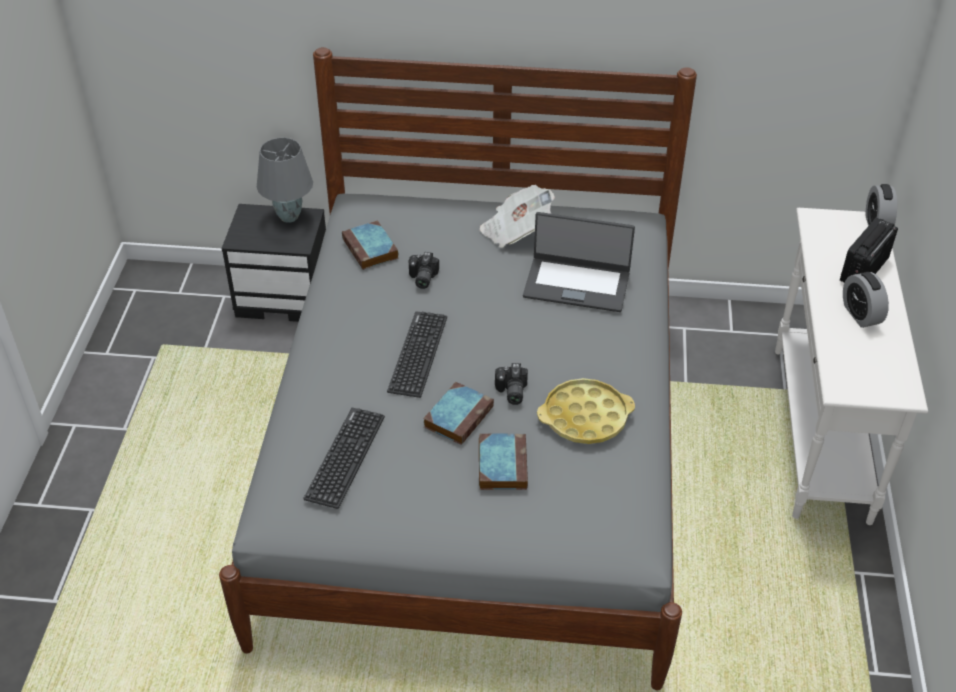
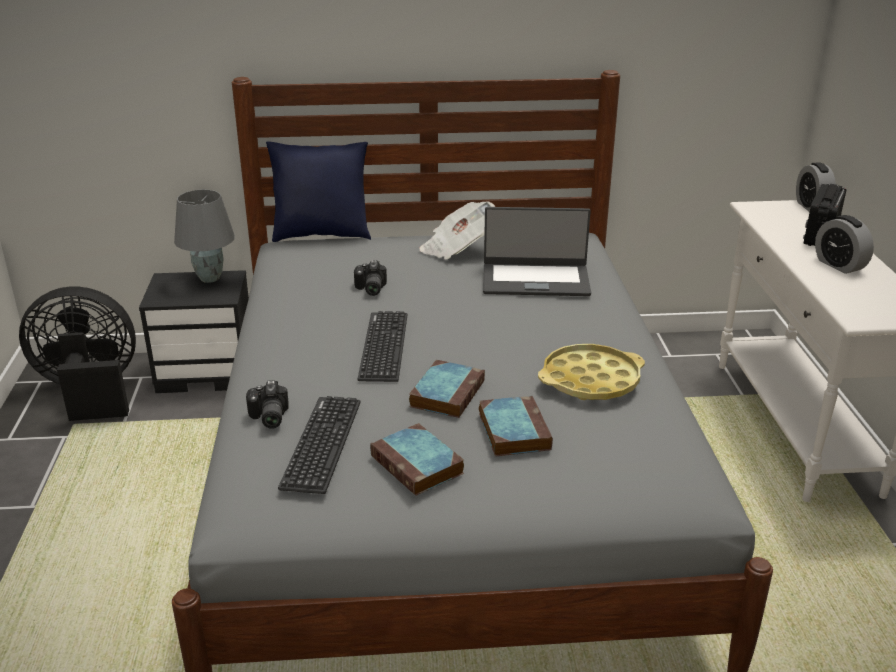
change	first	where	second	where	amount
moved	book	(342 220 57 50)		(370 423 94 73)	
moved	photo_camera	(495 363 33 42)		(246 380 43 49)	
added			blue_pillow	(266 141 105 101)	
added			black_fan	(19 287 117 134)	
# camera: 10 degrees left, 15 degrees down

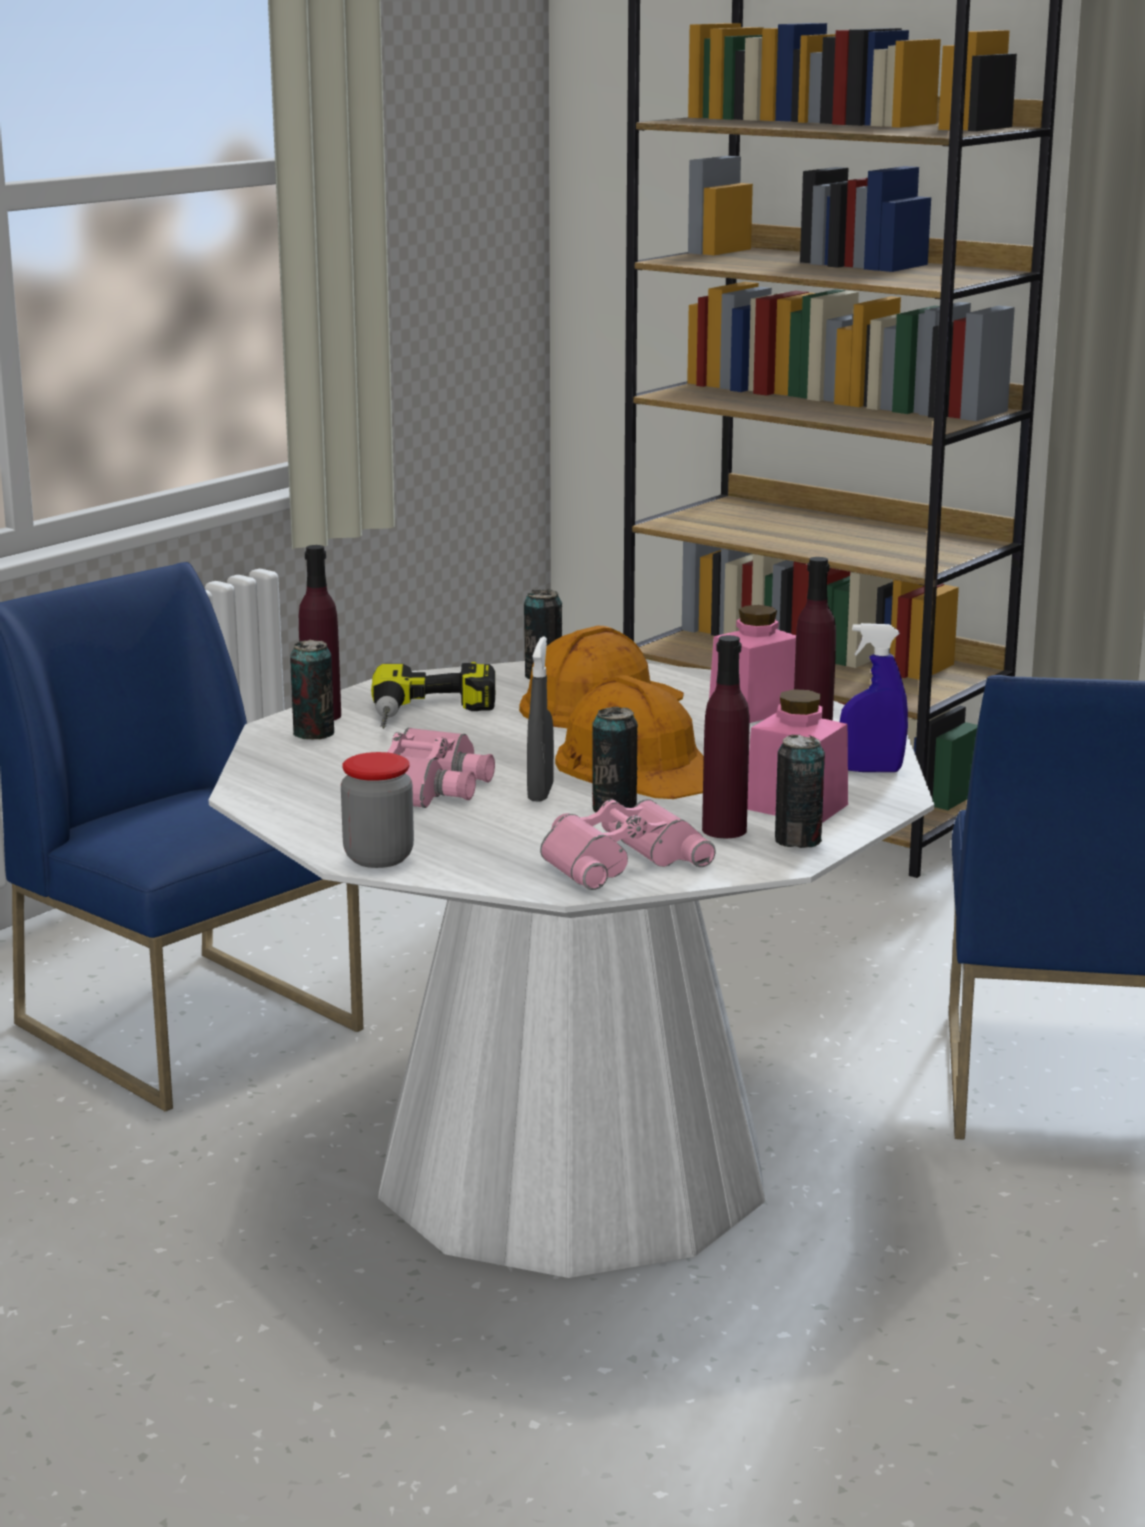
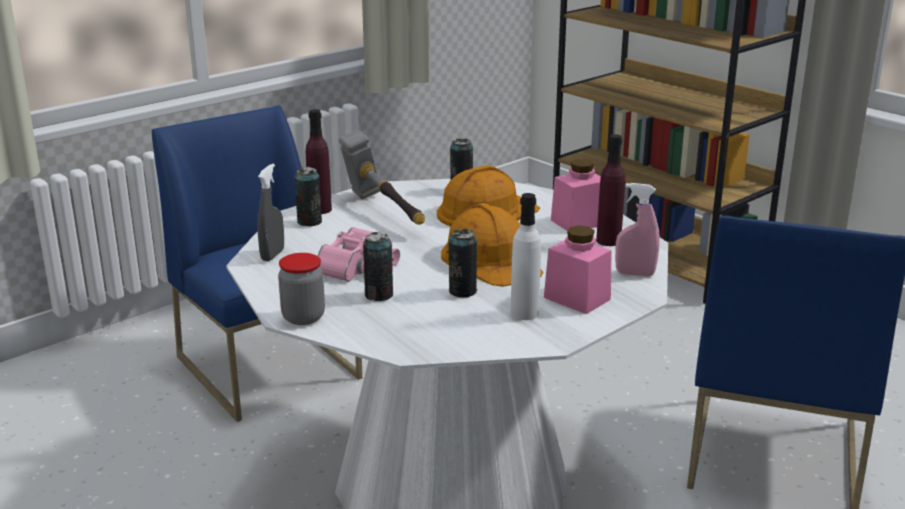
change	first	where	second	where	amount
recoloured	blue_spray_bottle	(840 623 68 149)	pink_spray_bottle	(615 183 45 93)	
recoloured	purple_bottle	(702 635 47 203)	white_bottle	(511 193 30 127)	
moved	grey_spray_bottle	(527 636 27 165)		(257 164 27 97)	
replaced	power_drill	(371 662 124 67)	hammer	(339 130 86 95)	
moved	can	(775 734 50 114)		(363 232 30 69)	
removed	pink_binoculars	(540 799 176 91)			
# camera: 10 degrees right, 5 degrees up

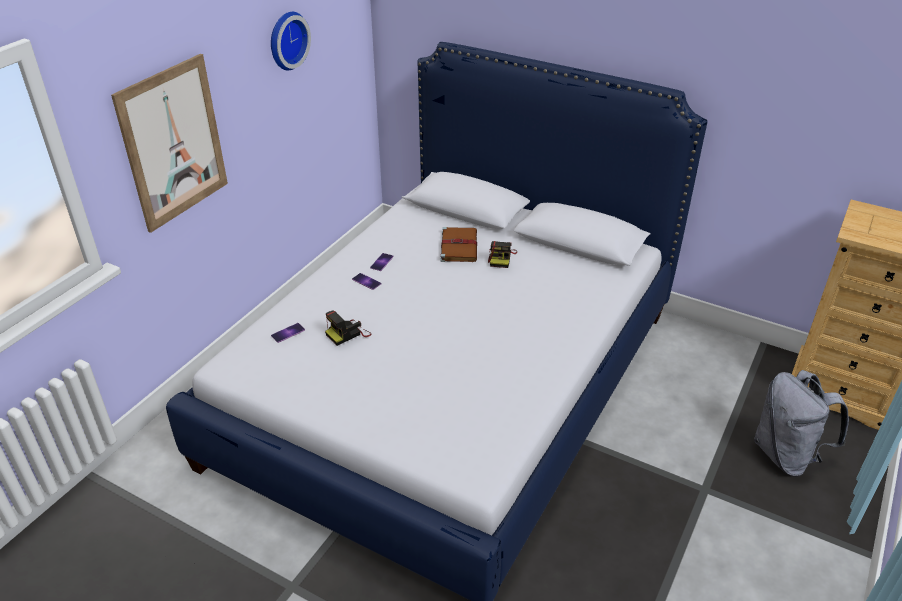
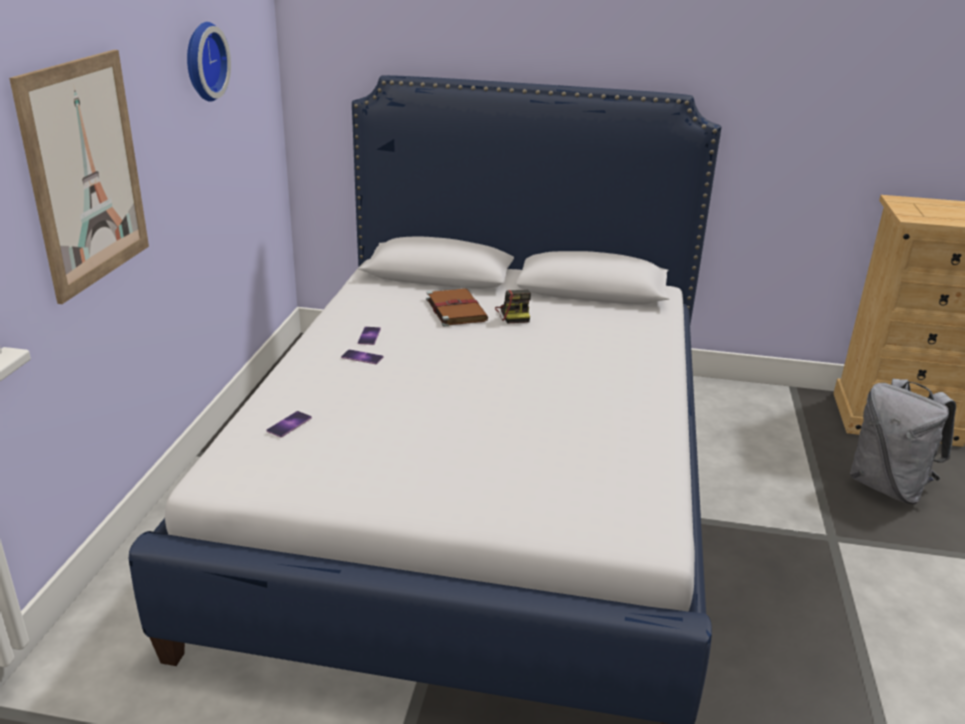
change	first	where	second	where	amount
removed	photo_camera	(325 310 47 36)			
# camera: 20 degrees left, 10 degrees down

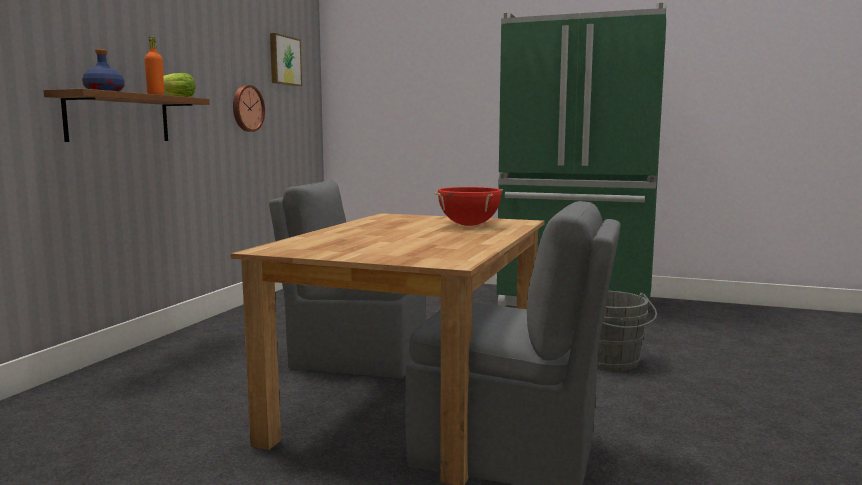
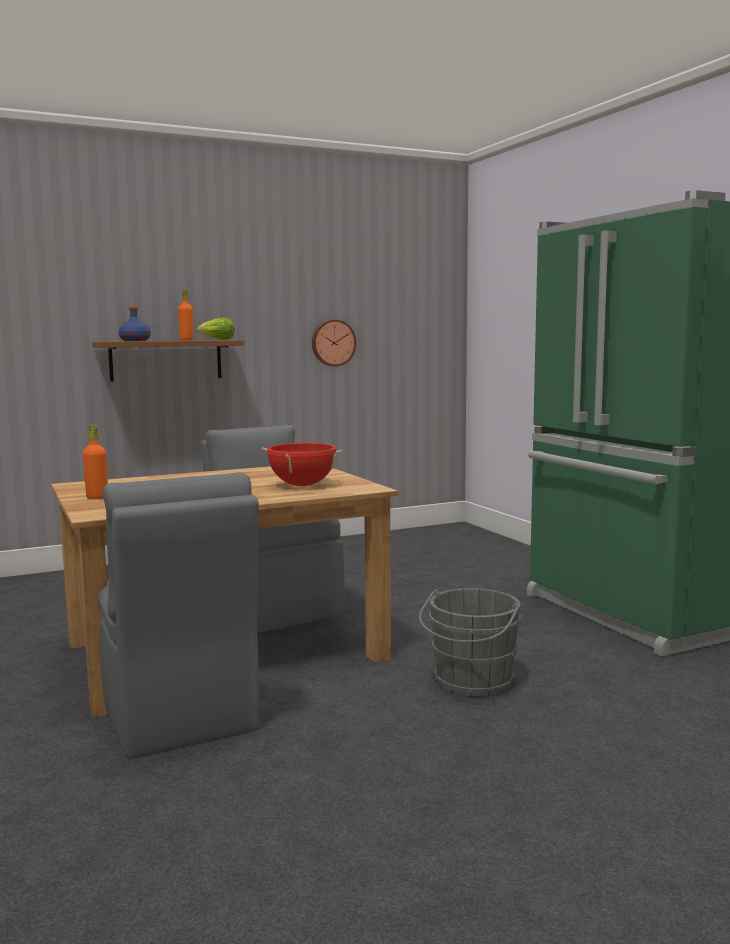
change	first	where	second	where	amount
removed	picture	(270 33 32 53)			
added			orange_bottle	(83 425 25 74)	
# camera: 45 degrees right, 0 degrees up

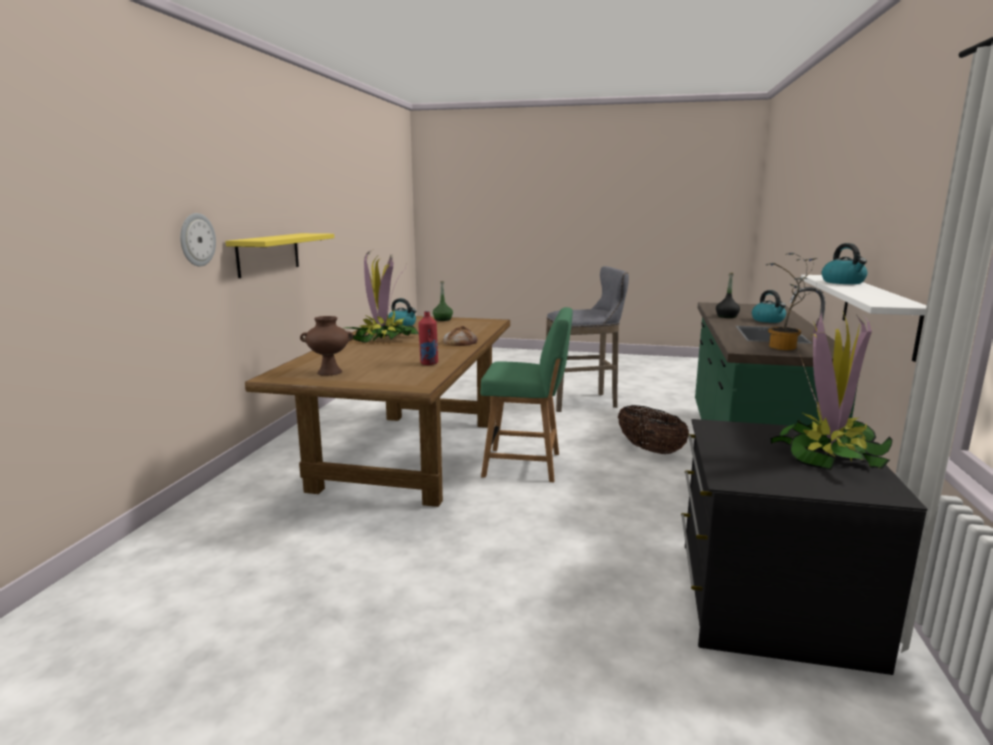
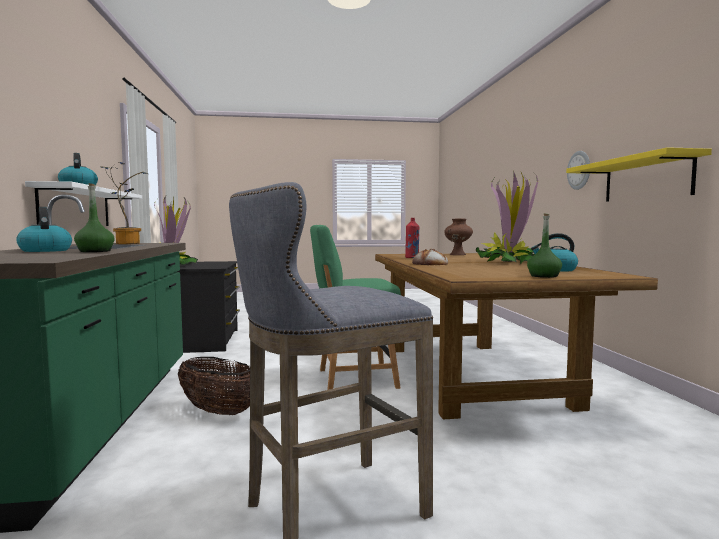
change	first	where	second	where	amount
recoloured	black_bottle	(716 272 24 46)	green_bottle	(74 183 41 69)	
# camera: 160 degrees right, 10 degrees down

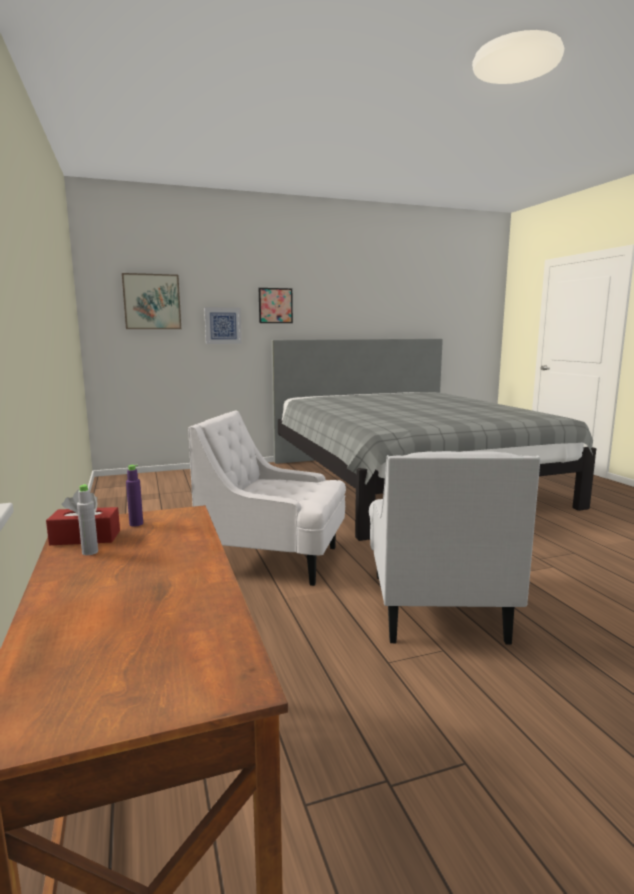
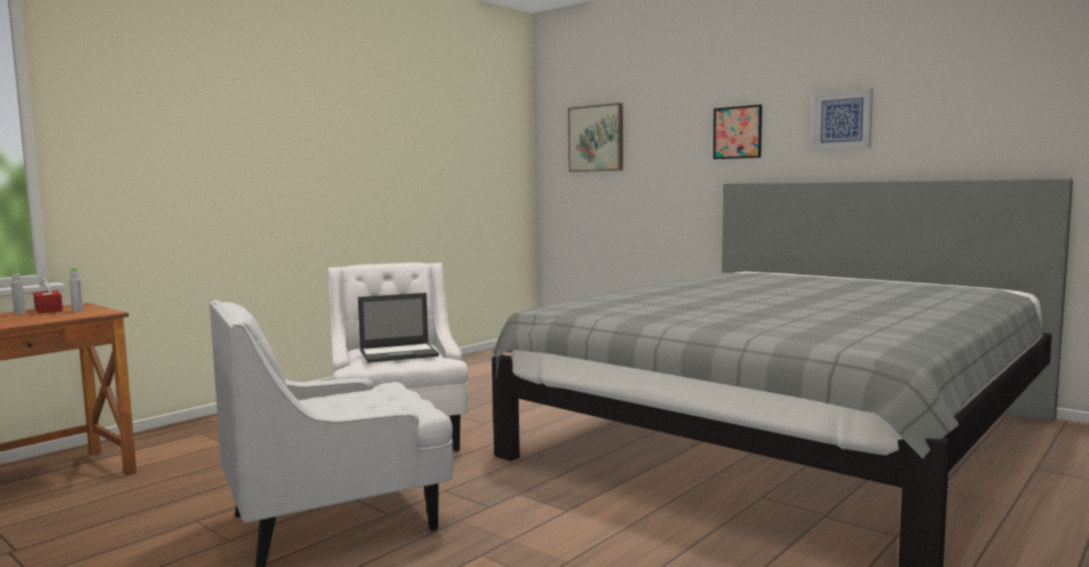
change	first	where	second	where	amount
moved	picture	(204 307 38 37)		(812 88 61 62)	
recoloured	purple_bottle	(126 465 17 61)	grey_bottle	(69 268 14 44)	
added			laptop	(358 293 81 70)	
# camera: 60 degrees right, 5 degrees down

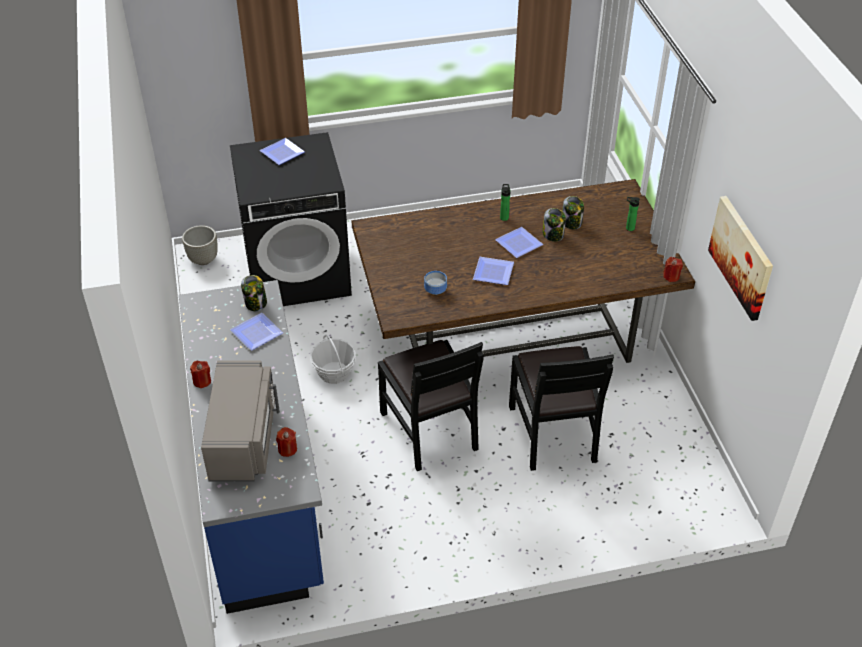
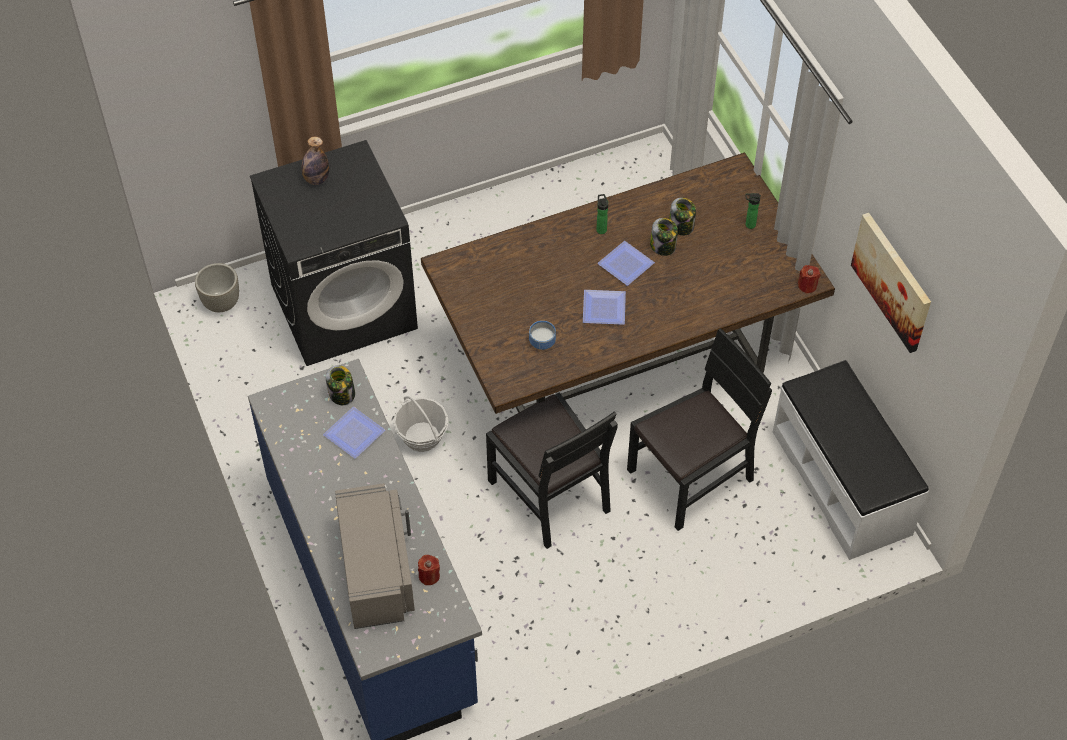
change	first	where	second	where	amount
replaced	plate	(260 138 45 27)	bottle	(301 137 28 48)	
turned	black_chair	(509 346 105 125)		(627 328 145 203)	105 degrees counterclockwise
removed	red_candle	(190 361 21 27)			
added			white_bench	(772 360 157 200)	
# camera: 10 degrees left, 10 degrees up

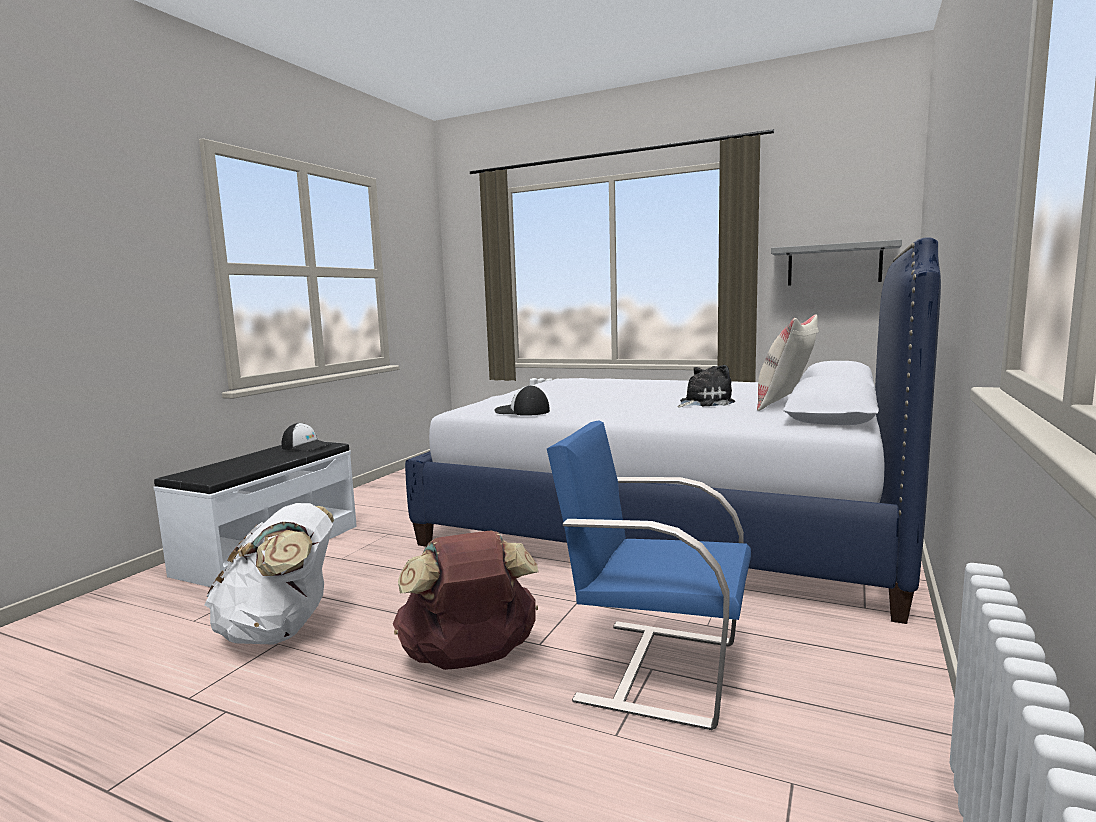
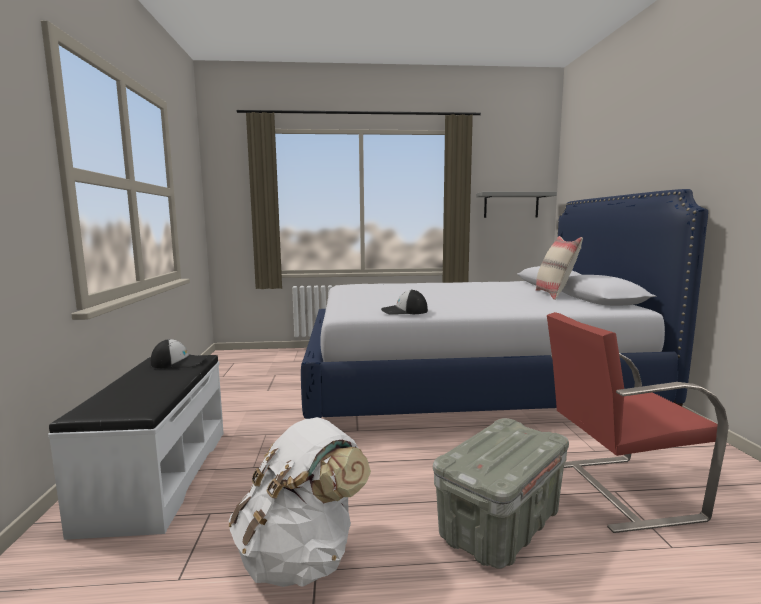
change	first	where	second	where	amount
removed	plush_toy	(677 365 58 42)			
recoloured	blue_chair	(547 420 204 310)	red_chair	(547 312 182 221)	
replaced	brown_backpack	(393 530 145 140)	grey_storage_box	(433 418 136 151)	
# camera: 30 degrees left, 0 degrees up

